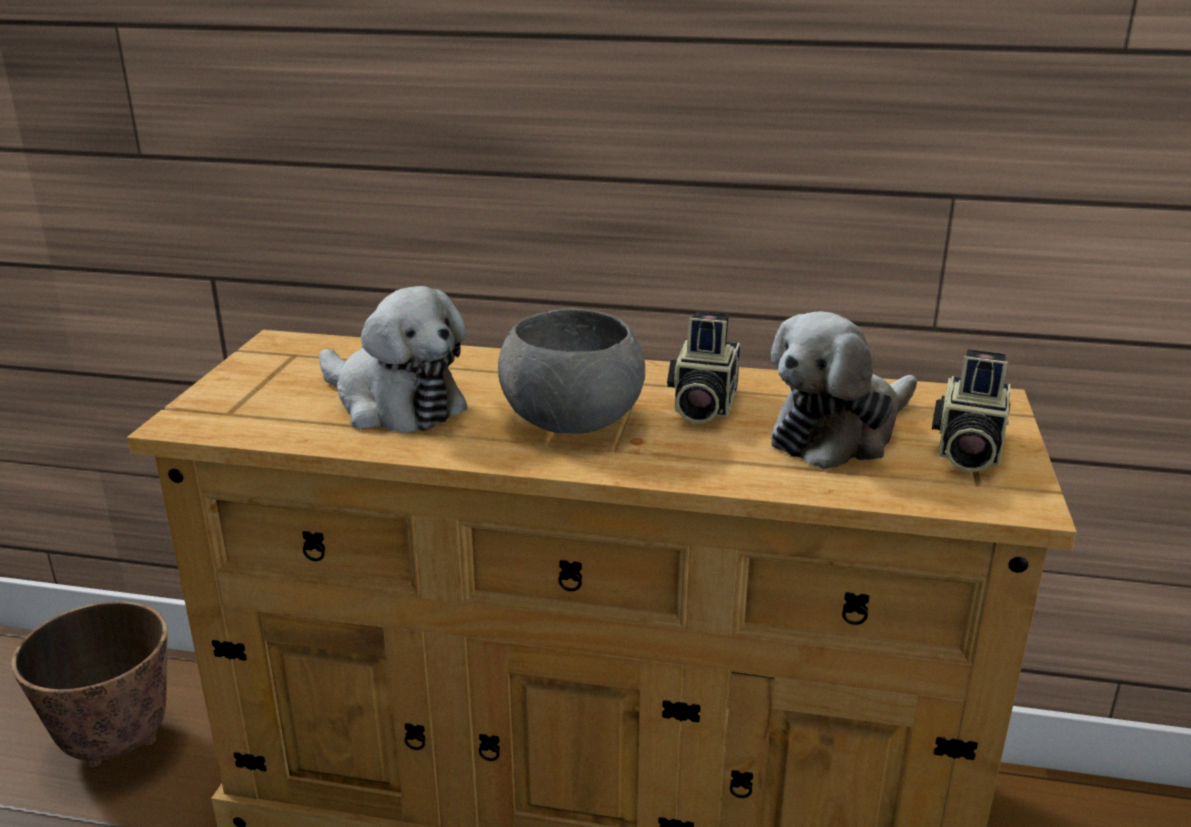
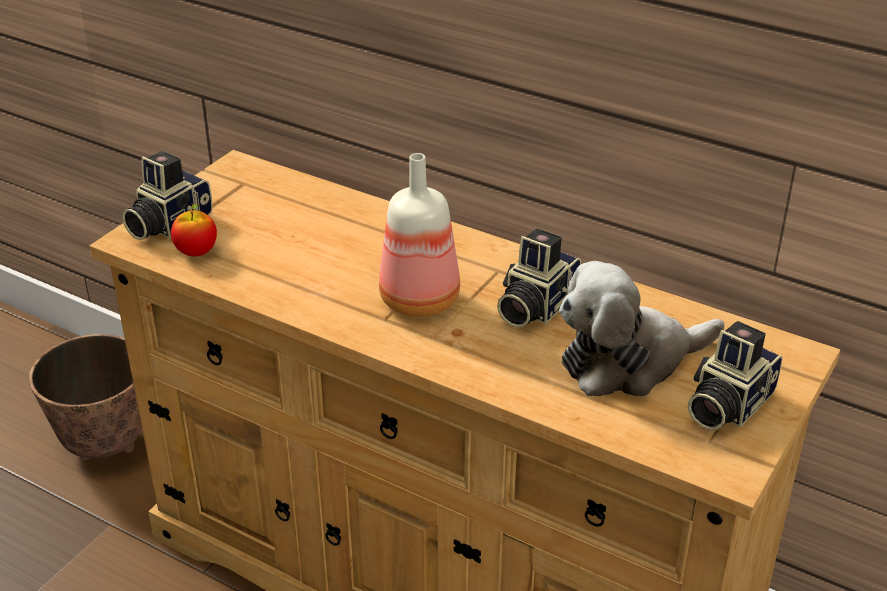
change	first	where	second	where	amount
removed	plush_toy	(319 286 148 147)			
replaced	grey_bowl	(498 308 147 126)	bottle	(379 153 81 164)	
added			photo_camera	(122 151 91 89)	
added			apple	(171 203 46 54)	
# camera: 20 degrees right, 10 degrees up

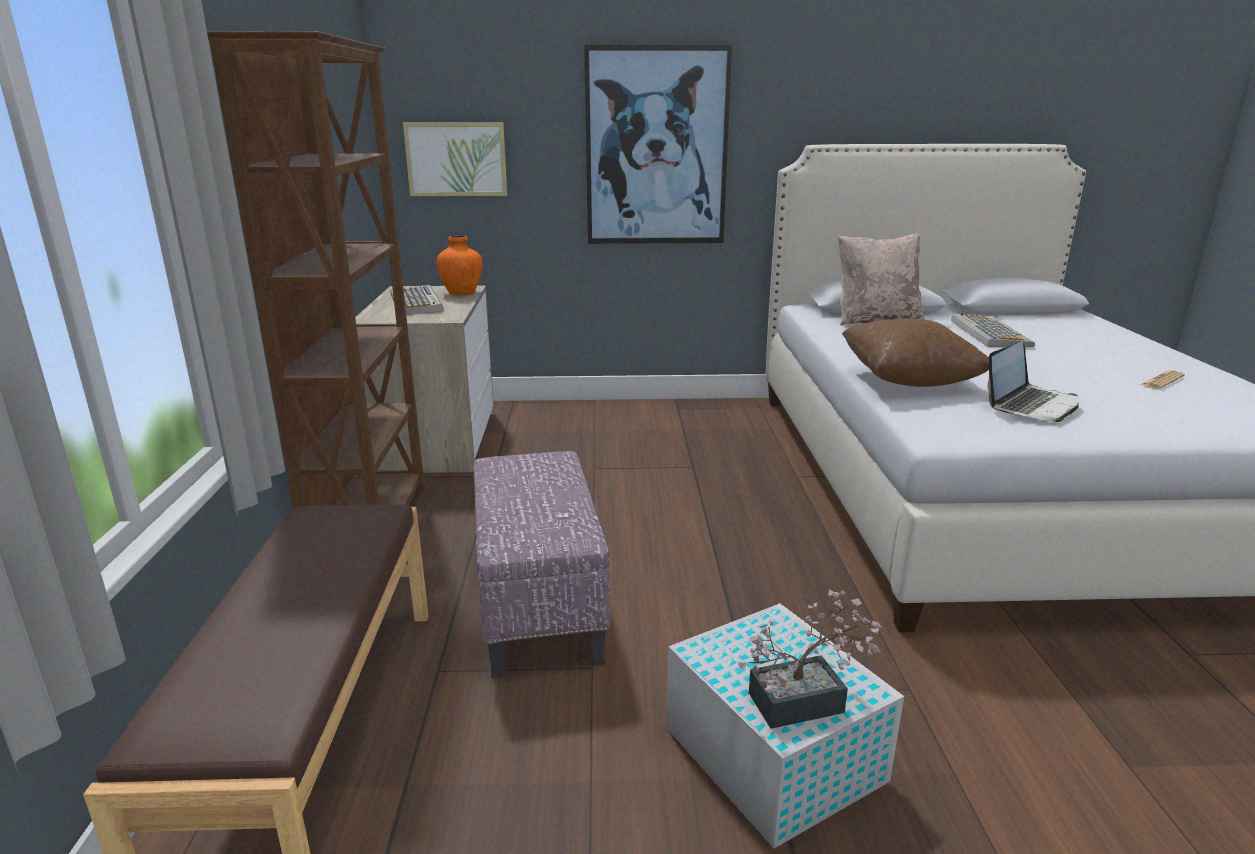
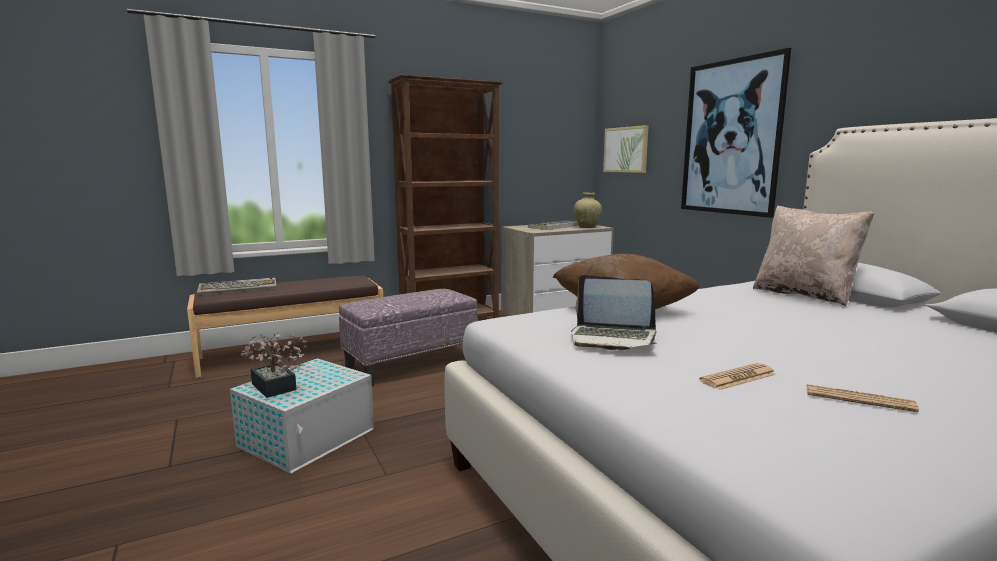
change	first	where	second	where	amount
recoloured	orange_vase	(436 235 47 61)	beige_vase	(574 192 28 36)	
moved	keyboard	(951 314 84 33)		(197 277 80 18)	
added			newspaper	(699 363 77 27)	
# camera: 65 degrees right, 10 degrees down

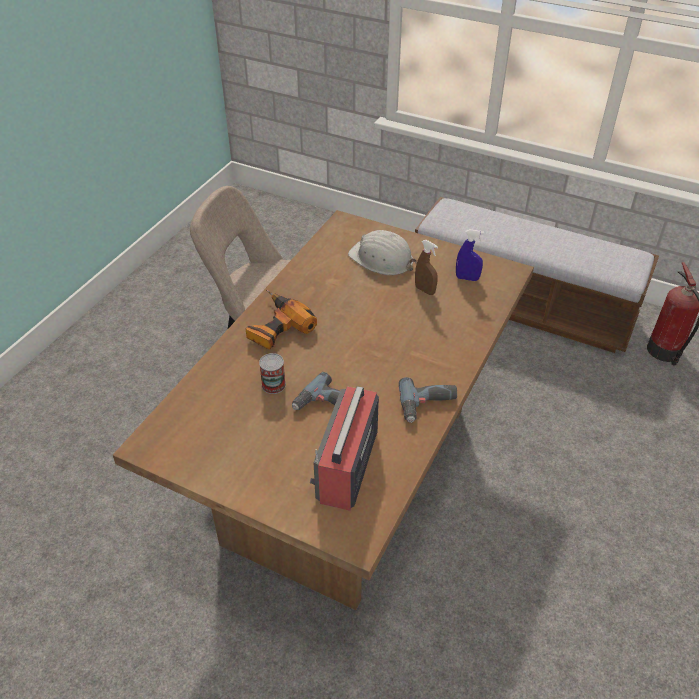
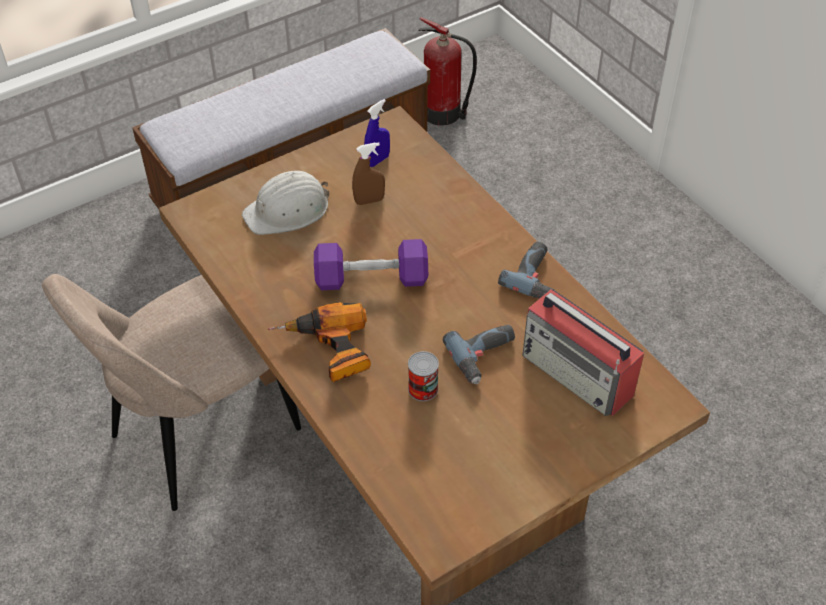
change	first	where	second	where	amount
added			purple_dumbbell	(314 239 114 51)	
# camera: 60 degrees left, 5 degrees up

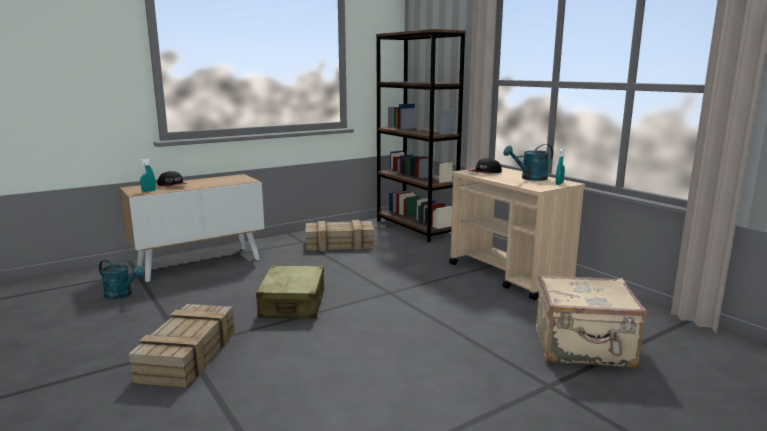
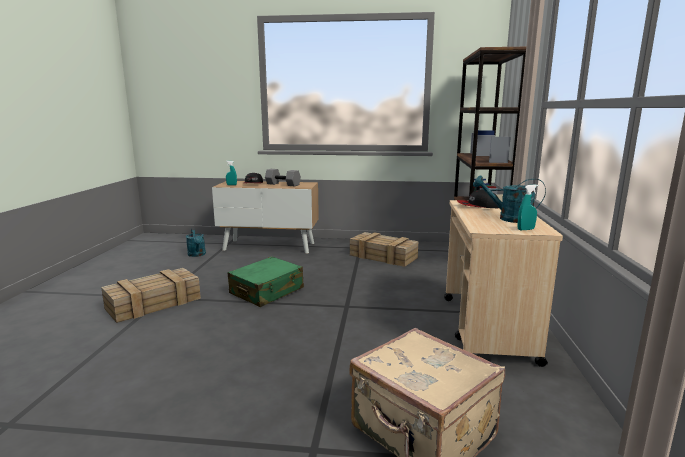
change	first	where	second	where	amount
recoloured	beige_suitcase	(256 265 68 54)	green_suitcase	(228 256 76 51)	
added			grey_dumbbell	(265 169 36 18)	
# camera: 40 degrees right, 0 degrees up

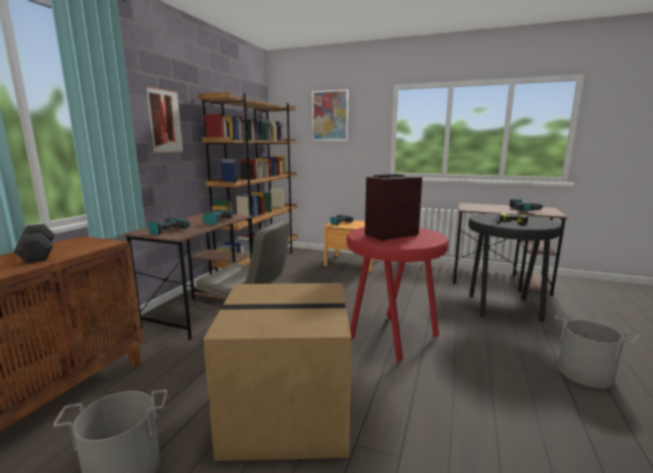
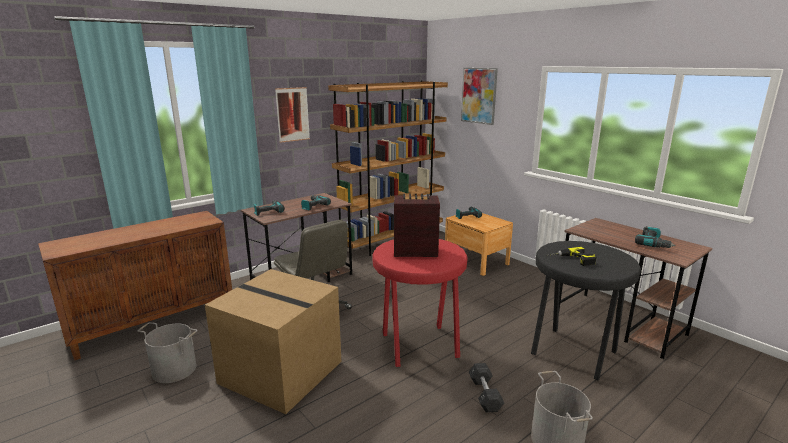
change	first	where	second	where	amount
moved	grey_dumbbell	(14 224 41 39)		(469 363 35 50)	
# camera: 30 degrees right, 5 degrees up

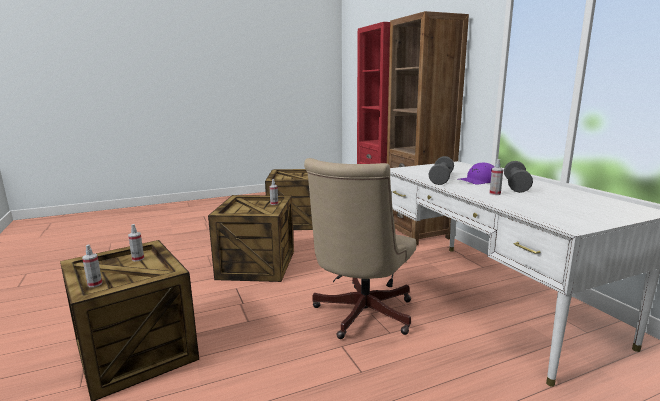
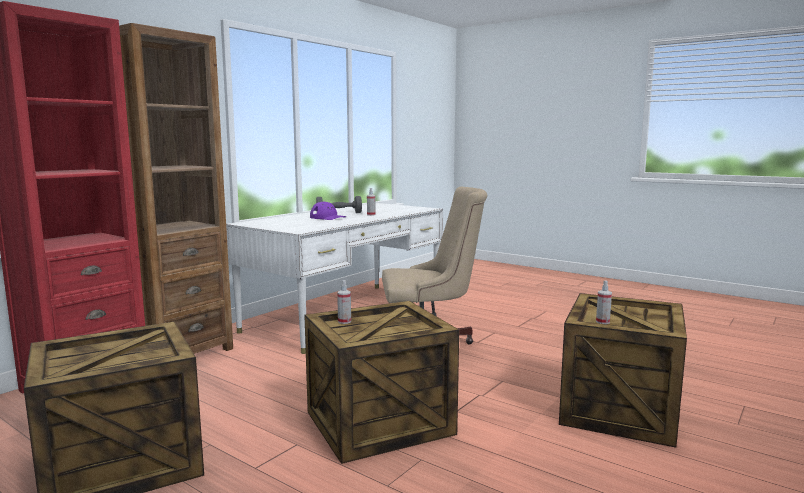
change	first	where	second	where	amount
removed	grey_dumbbell	(429 156 25 29)			
removed	spray_bottle	(82 245 20 42)			
# camera: 120 degrees left, 5 degrees down

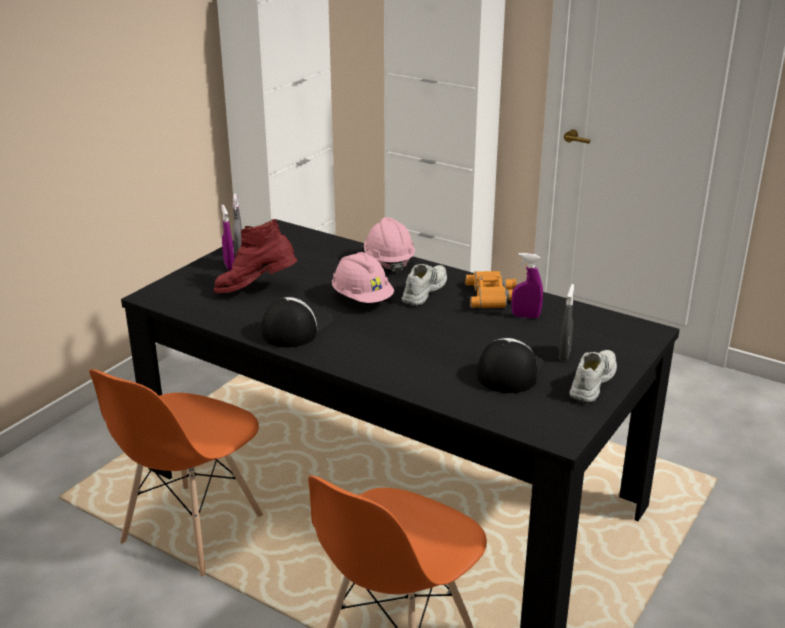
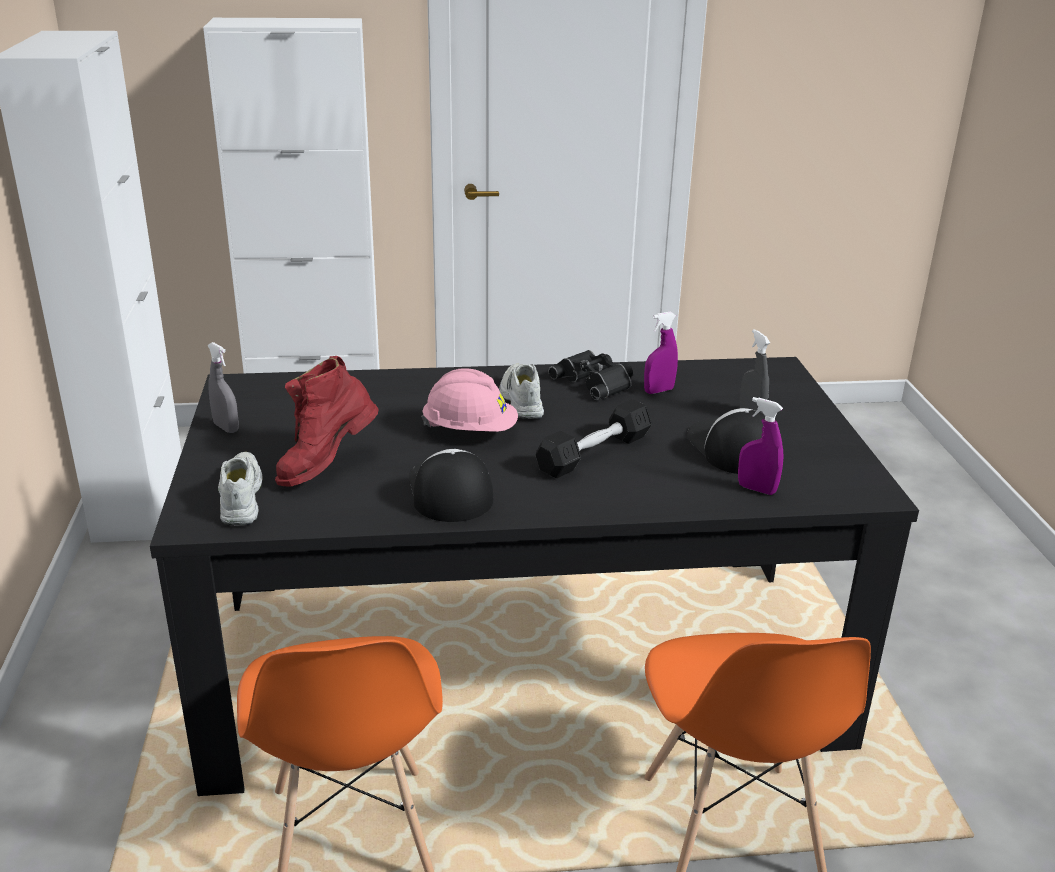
change	first	where	second	where	amount
moved	purple_spray_bottle	(221 204 14 66)		(738 397 45 98)	
removed	pink_hard_hat	(364 217 51 57)			
recoloured	orange_binoculars	(465 271 52 37)	black_binoculars	(549 350 84 50)	
moved	white_shoe	(569 350 48 53)		(218 452 45 73)	
added			black_dumbbell	(535 399 117 79)	
# camera: 40 degrees left, 0 degrees up

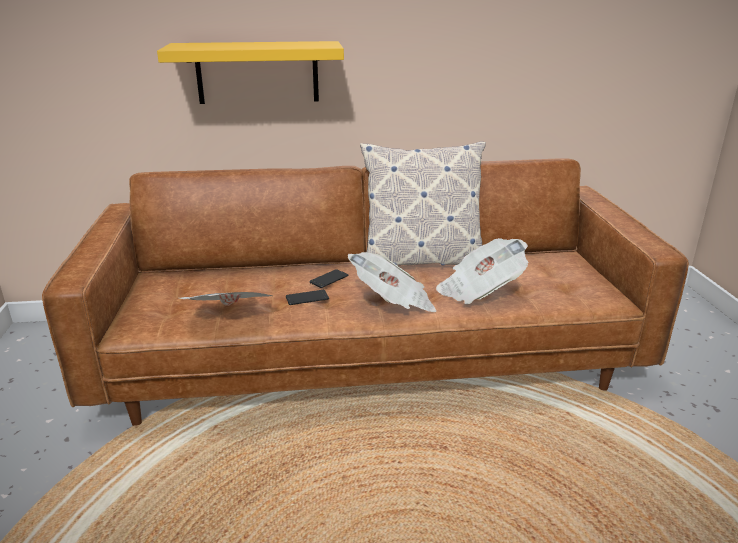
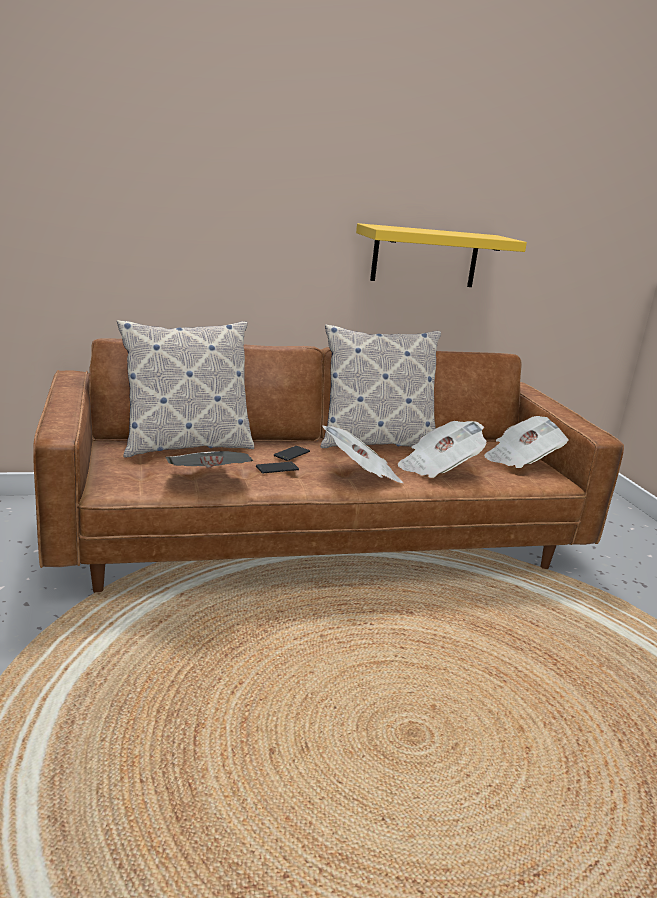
change	first	where	second	where	amount
moved	yellow_shelf	(157 41 187 63)		(356 223 171 64)	
added			pillow	(117 320 137 137)	
added			newspaper	(484 416 85 52)	
# camera: 10 degrees left, 5 degrees down

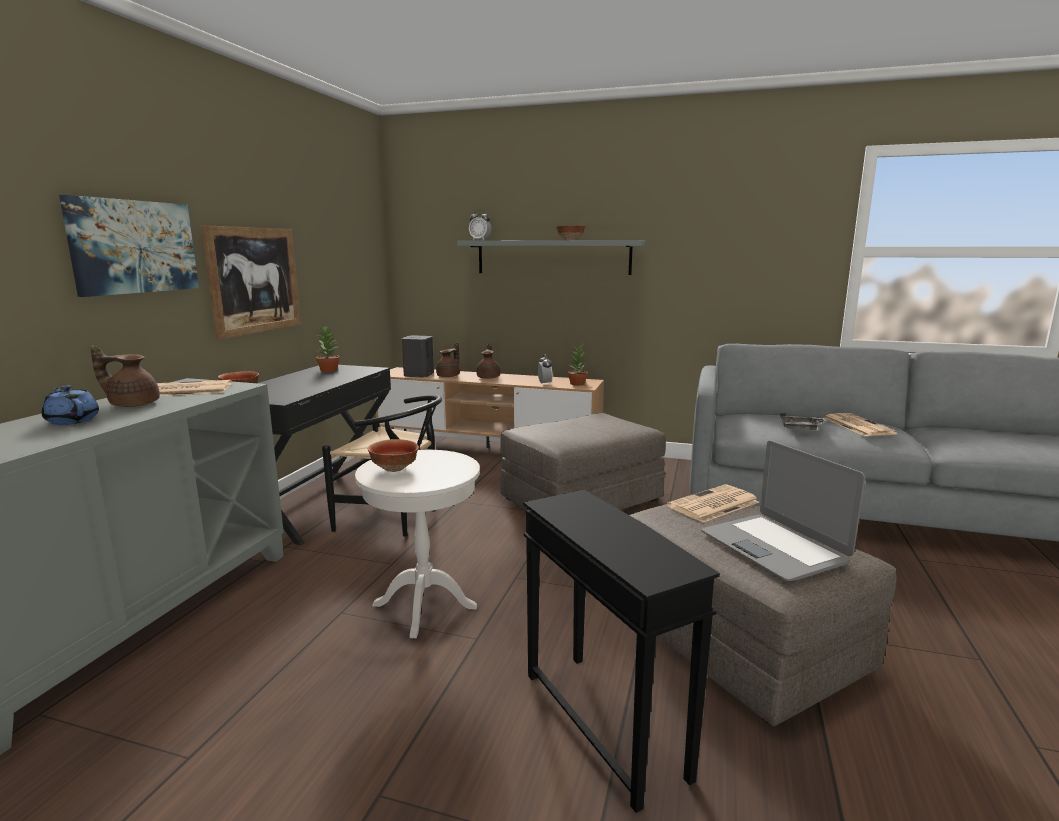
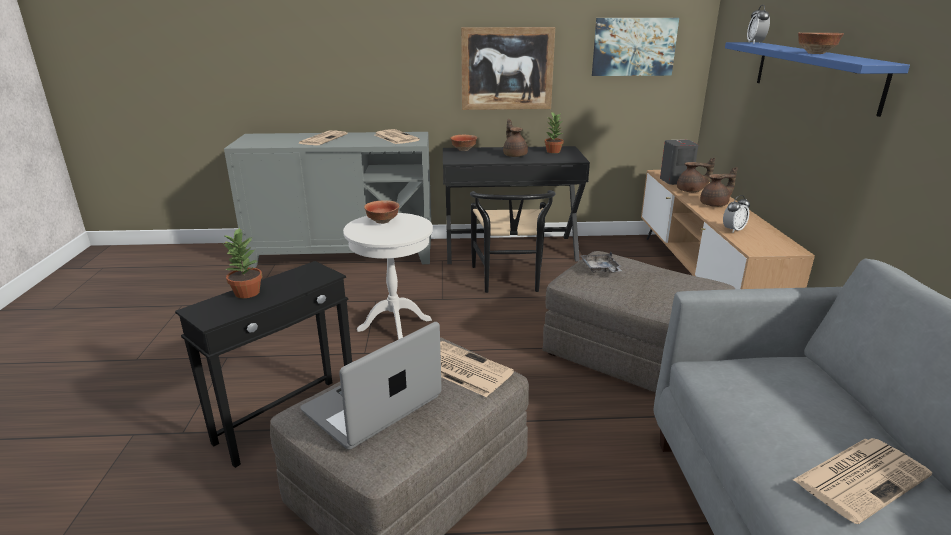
change	first	where	second	where	amount
moved	picture	(59 195 140 102)		(592 18 87 58)	
recoloured	grey_shelf	(457 240 189 35)	blue_shelf	(725 42 185 75)	
moved	potted_plant	(568 344 20 42)		(223 227 39 71)	
moved	brown_teapot	(90 346 70 61)		(503 119 25 38)	
replaced	blue_teapot	(42 385 57 40)	newspaper	(298 131 49 14)	
moved	grey_tray	(780 413 47 17)		(580 251 41 22)	
# camera: 70 degrees right, 10 degrees up

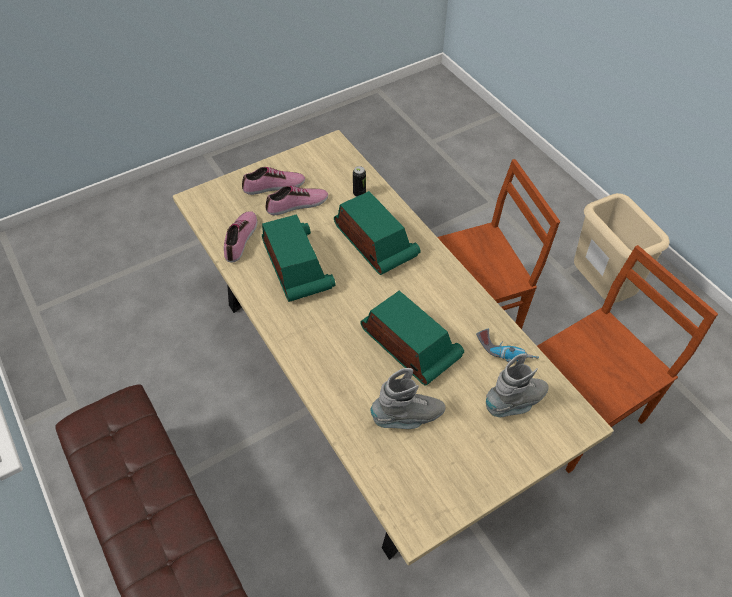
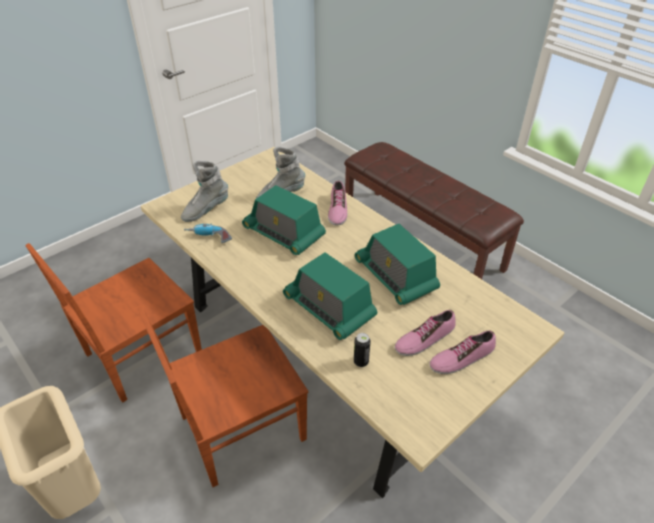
change	first	where	second	where	amount
moved	shoe	(224 211 33 52)		(328 181 19 45)	
# camera: 170 degrees right, 10 degrees down

